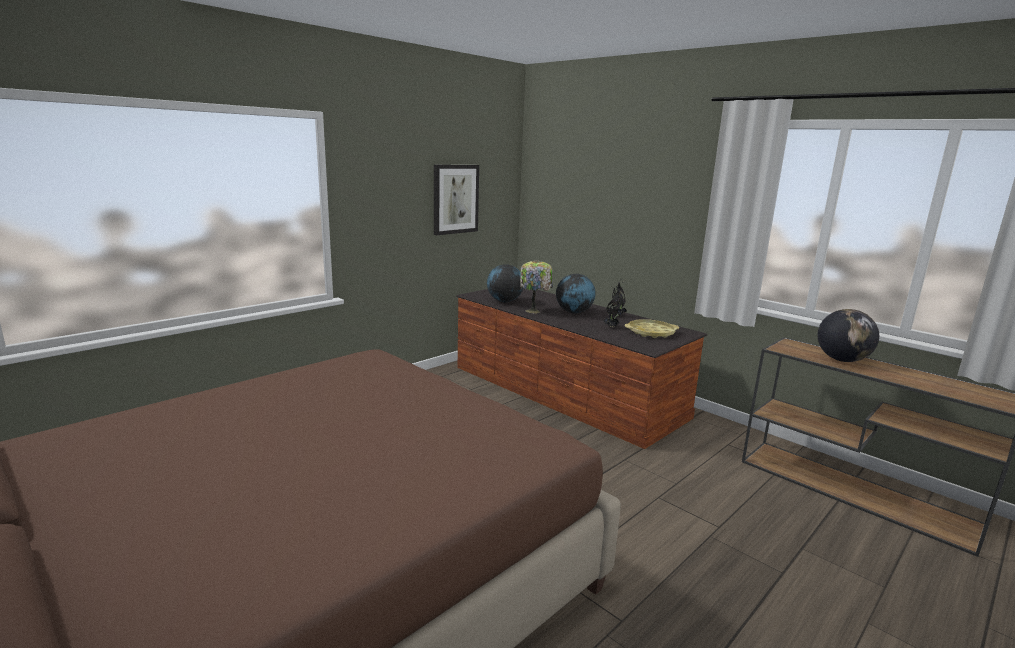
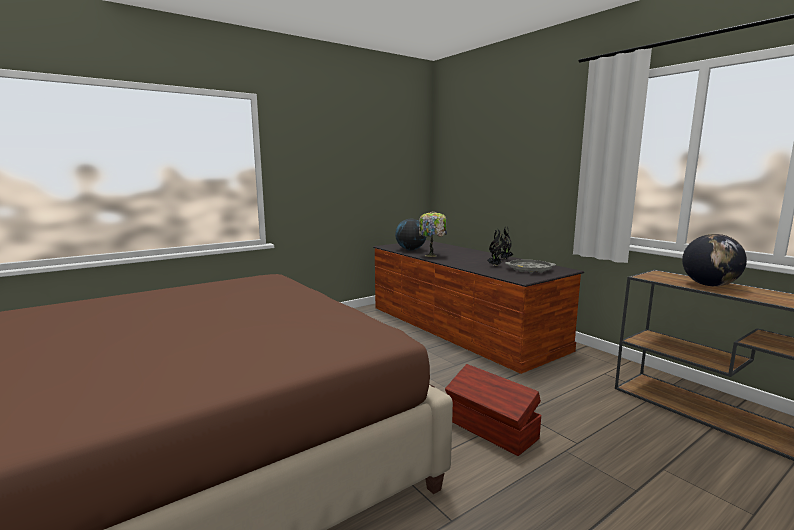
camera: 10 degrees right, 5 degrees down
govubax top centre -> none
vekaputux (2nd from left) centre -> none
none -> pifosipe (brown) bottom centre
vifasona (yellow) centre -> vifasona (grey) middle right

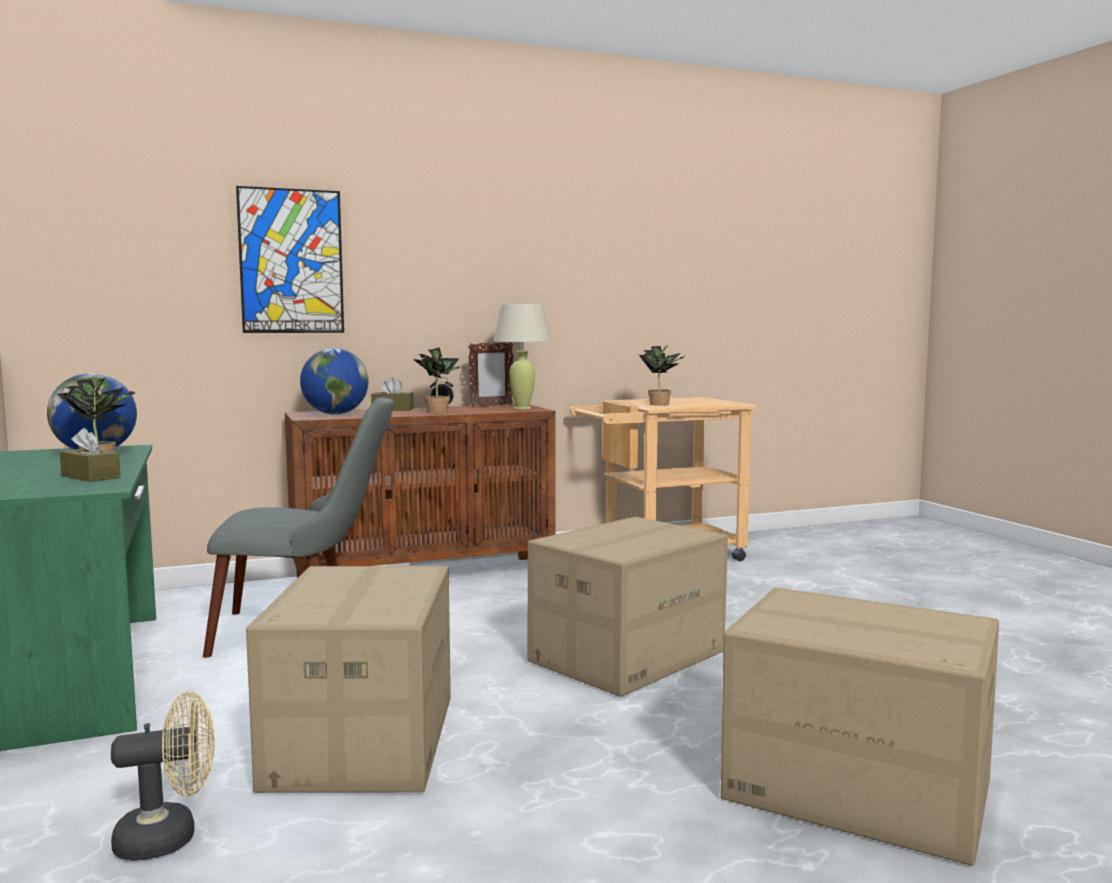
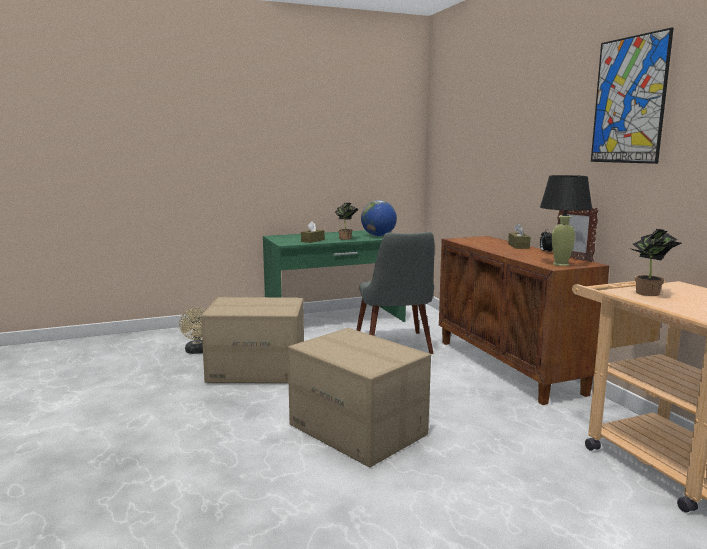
camera: 90 degrees right, 5 degrees up
vekaputux (2nd from left) middle left -> none
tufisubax (2nd from left) centre -> none
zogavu (3rd from left) bottom right -> none
govubax top left -> govubax top right, moved
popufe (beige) centre -> popufe (black) middle right

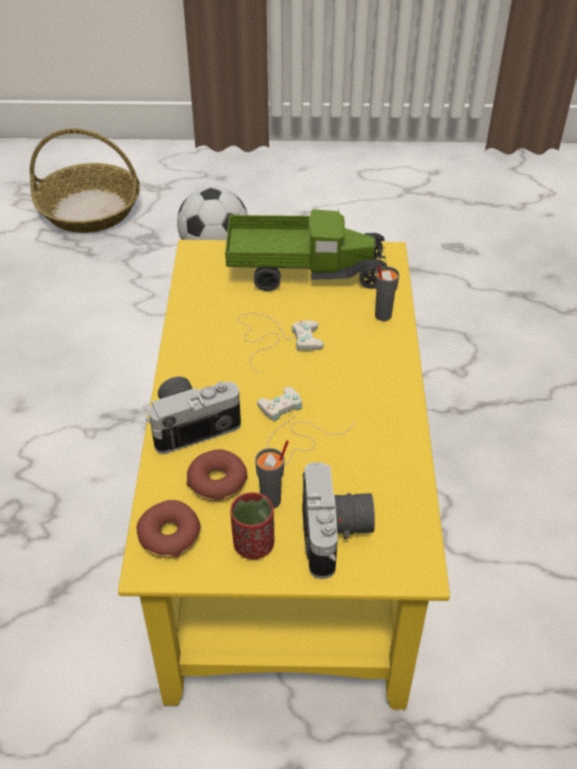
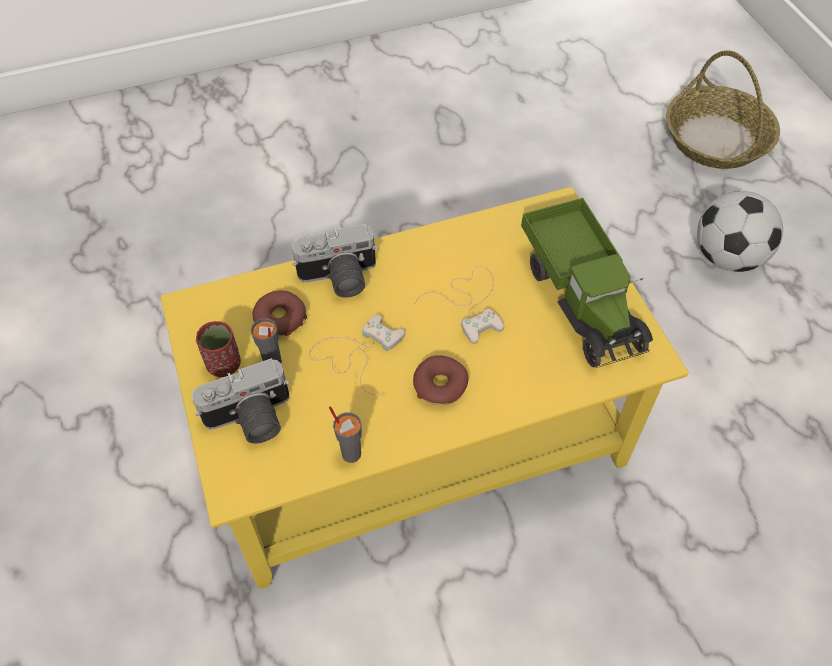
camera: 70 degrees right, 10 degrees up
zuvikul (1st from left in the first image) bottom left -> zuvikul (2nd from left) centre, moved
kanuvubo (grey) (2nd from left) middle right -> kanuvubo (grey) (2nd from left) centre, moved
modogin (1st from left in the first image) centre -> modogin (2nd from left) centre, 120 degrees clockwise

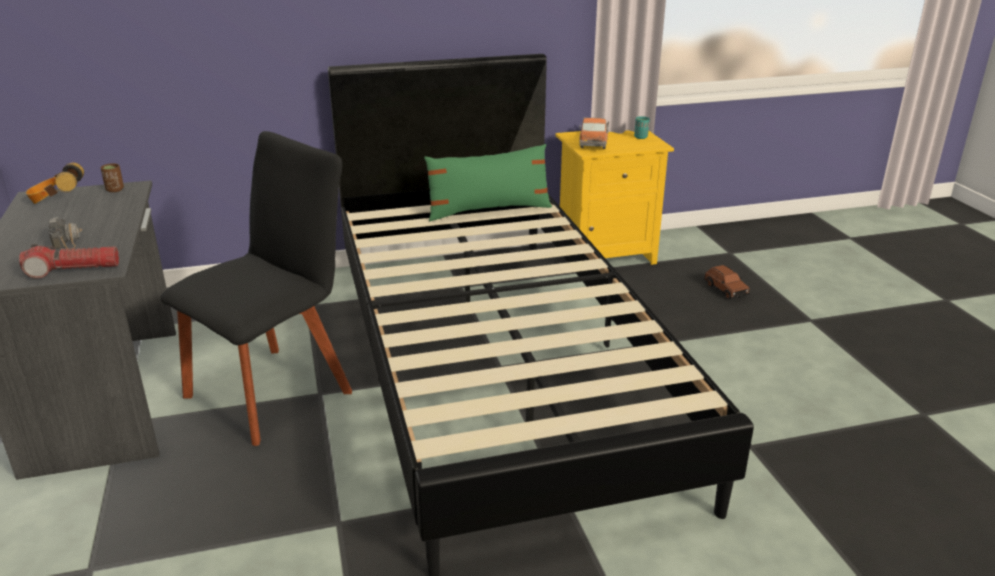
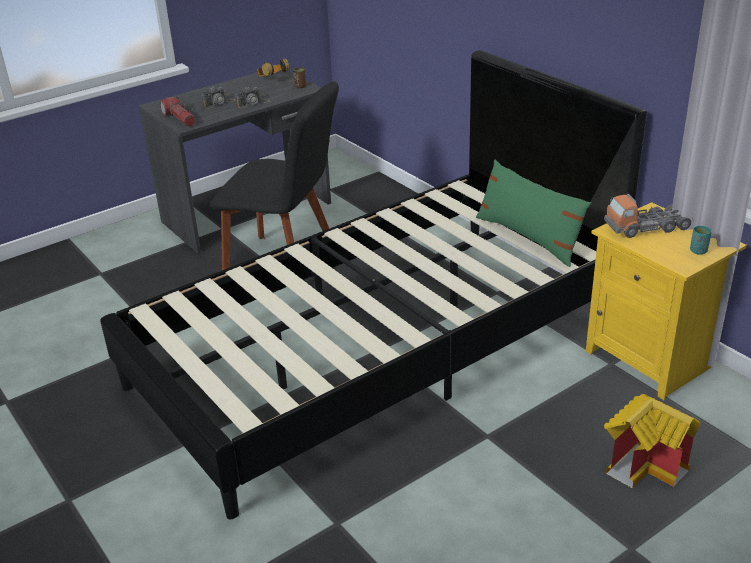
camera: 70 degrees right, 5 degrees up
none -> modogin (2nd from left) top centre
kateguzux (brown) middle right -> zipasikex bottom right

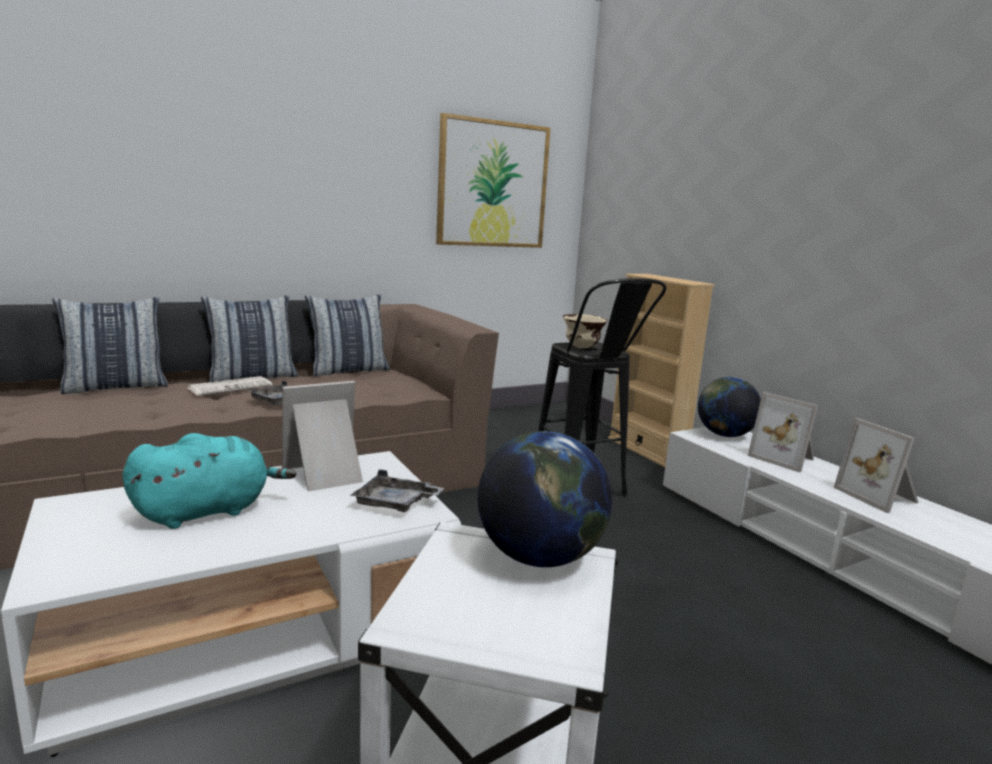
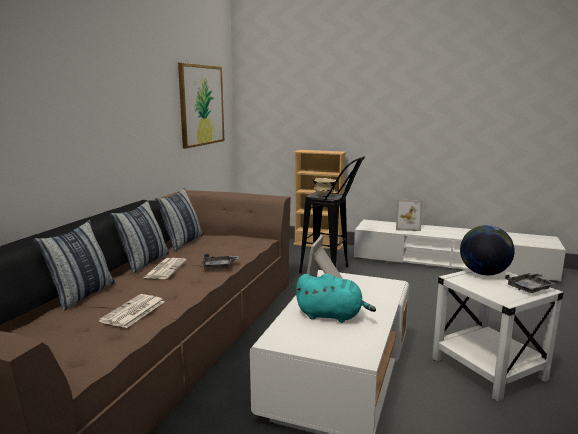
camera: 40 degrees left, 0 degrees up
vekaputux (2nd from left) middle right -> none
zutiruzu (3rd from left) middle right -> none
none -> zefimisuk (1st from left) bottom left
vifasona (grey) (2nd from left) centre -> vifasona (grey) (2nd from left) middle right, moved
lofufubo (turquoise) middle left -> lofufubo (turquoise) bottom centre, 90 degrees clockwise

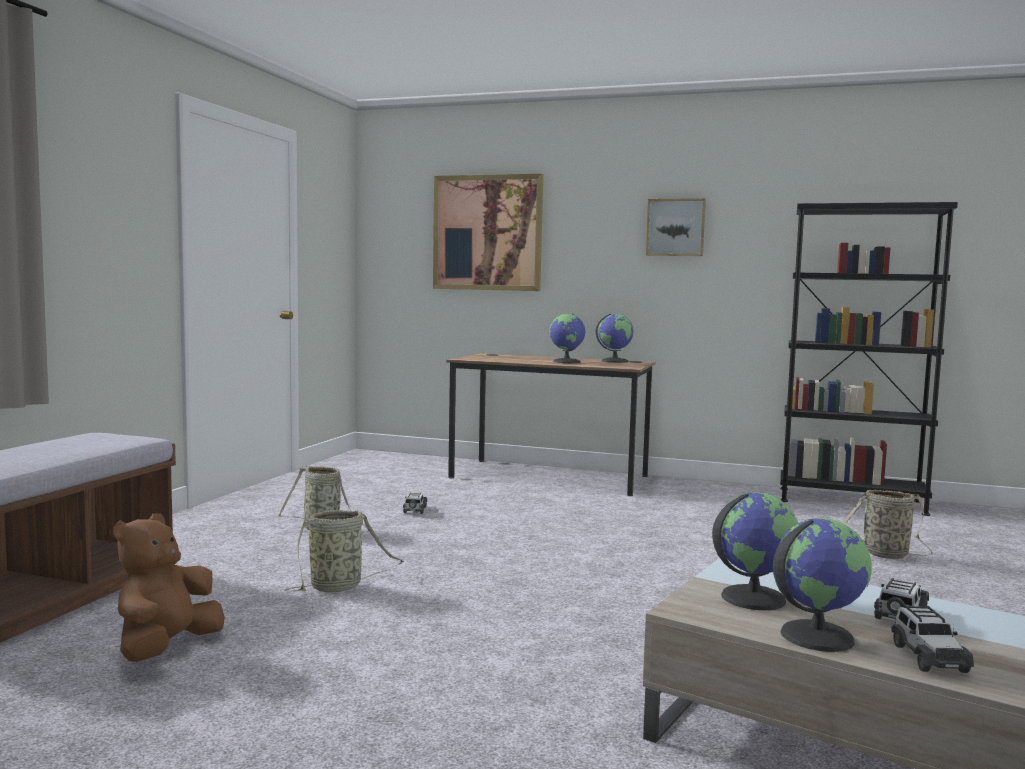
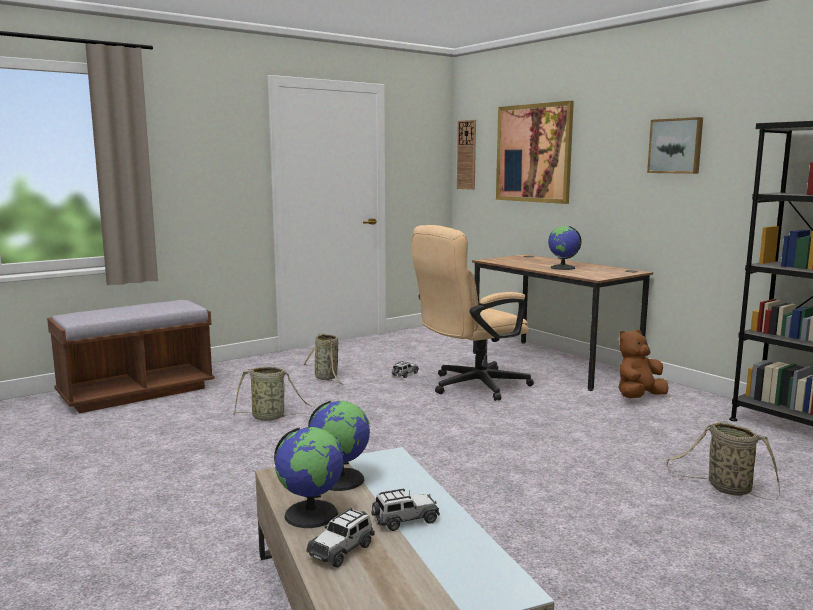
camera: 35 degrees right, 5 degrees up
vekaputux (2nd from left) centre -> none
none -> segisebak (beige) centre
none -> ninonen top centre
lofufubo (brown) bottom left -> lofufubo (brown) middle right, moved

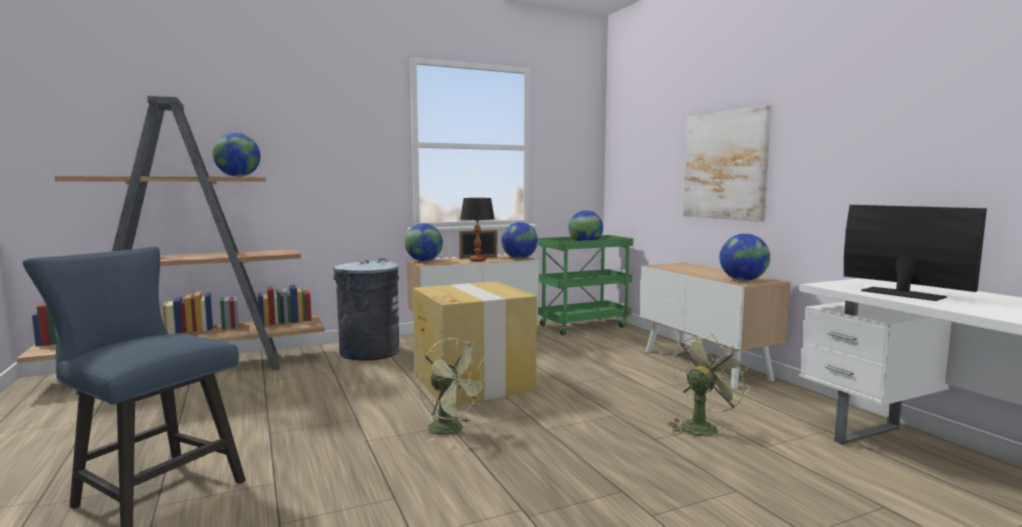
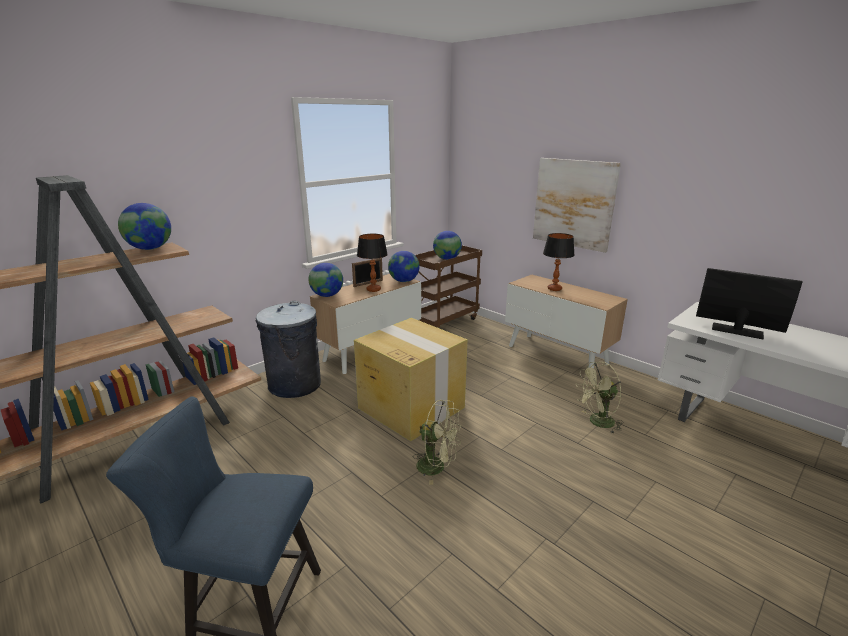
camera: 20 degrees left, 15 degrees up
vekaputux (5th from left) middle right -> none
none -> popufe (2nd from left) centre
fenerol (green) centre -> fenerol (brown) centre
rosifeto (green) (2nd from left) bottom right -> rosifeto (green) (2nd from left) middle right, 135 degrees counterclockwise

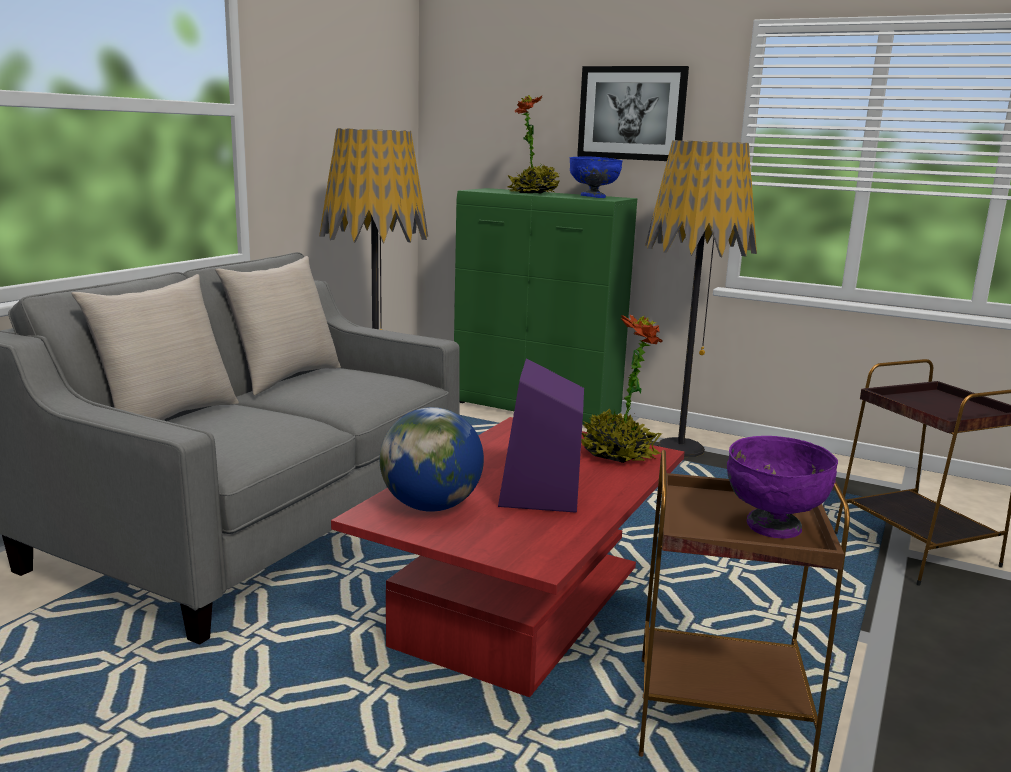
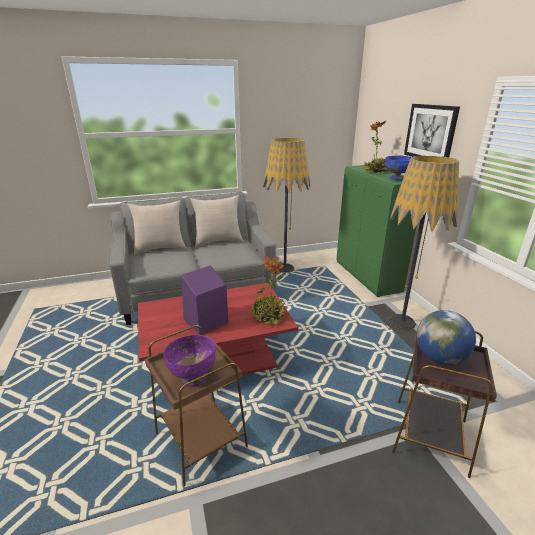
camera: 45 degrees right, 10 degrees up
vekaputux centre -> vekaputux middle right, moved

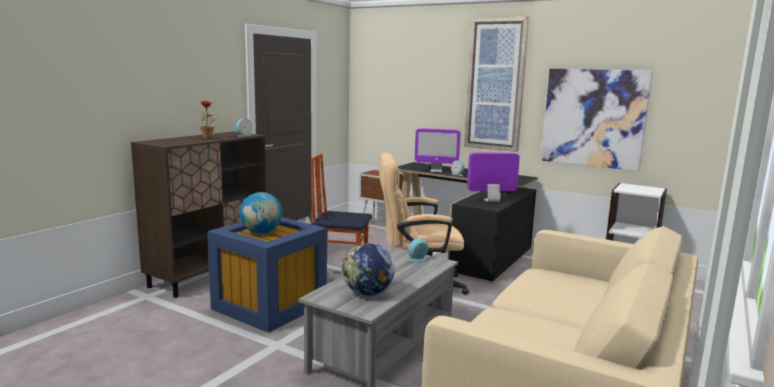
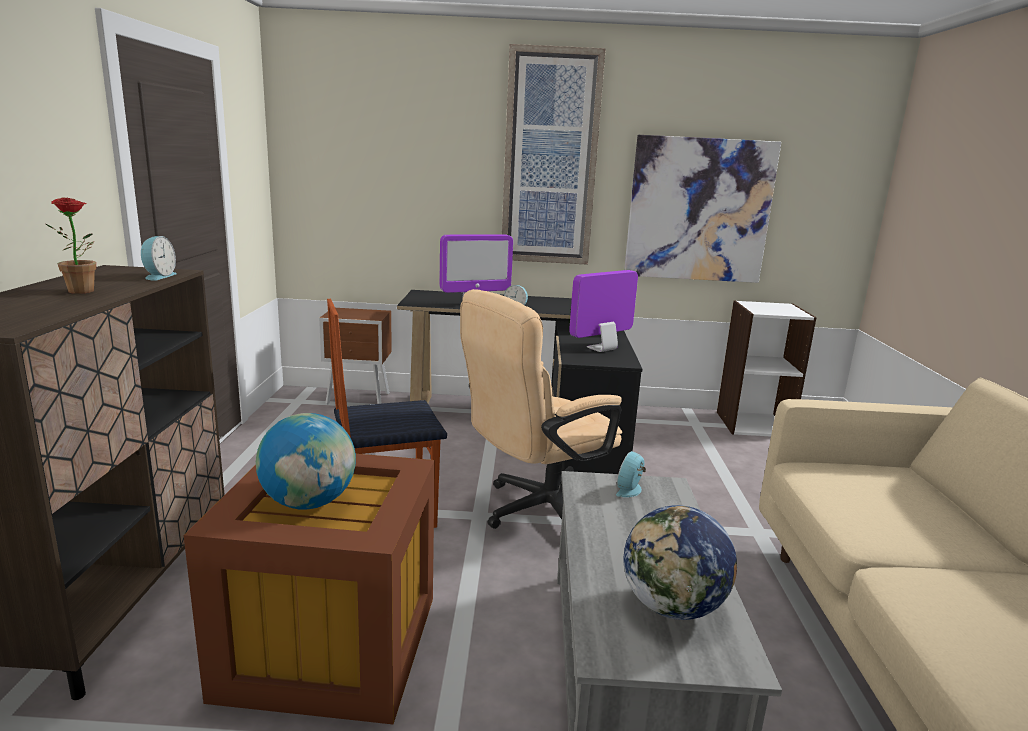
camera: 30 degrees left, 5 degrees up
pifosipe (blue) bottom centre -> pifosipe (brown) bottom left

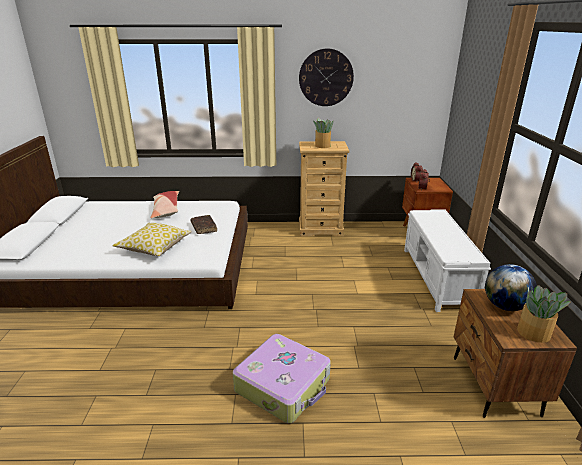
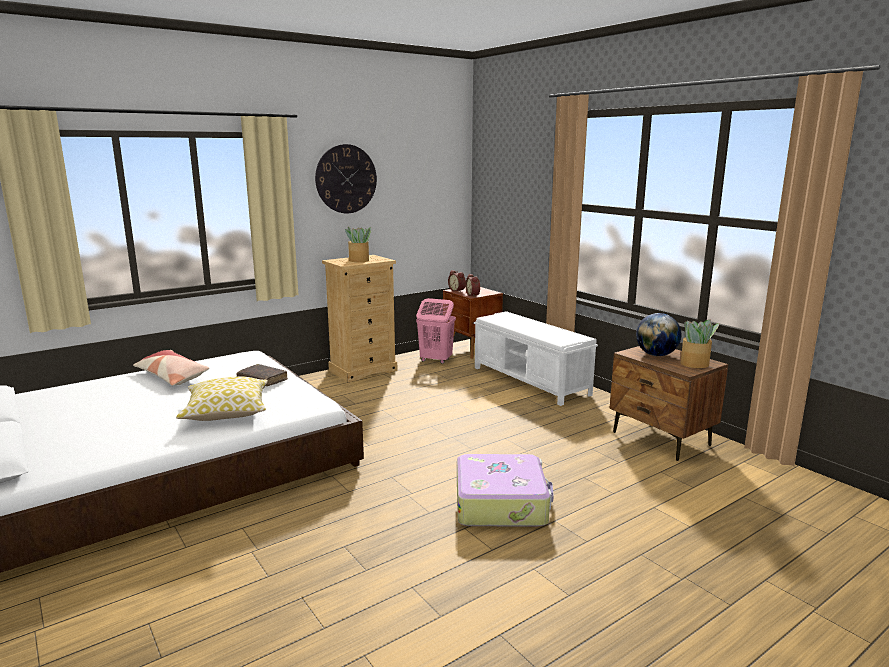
camera: 35 degrees left, 10 degrees down
none -> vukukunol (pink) centre

